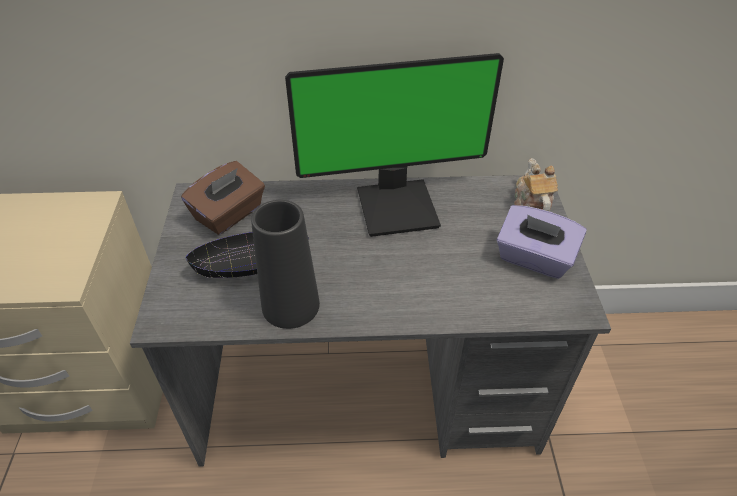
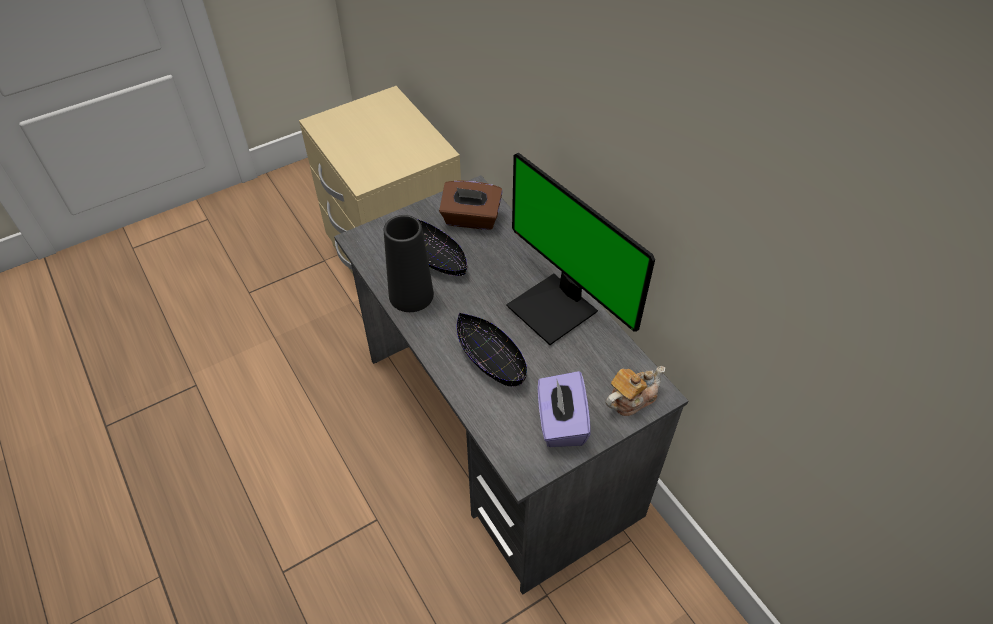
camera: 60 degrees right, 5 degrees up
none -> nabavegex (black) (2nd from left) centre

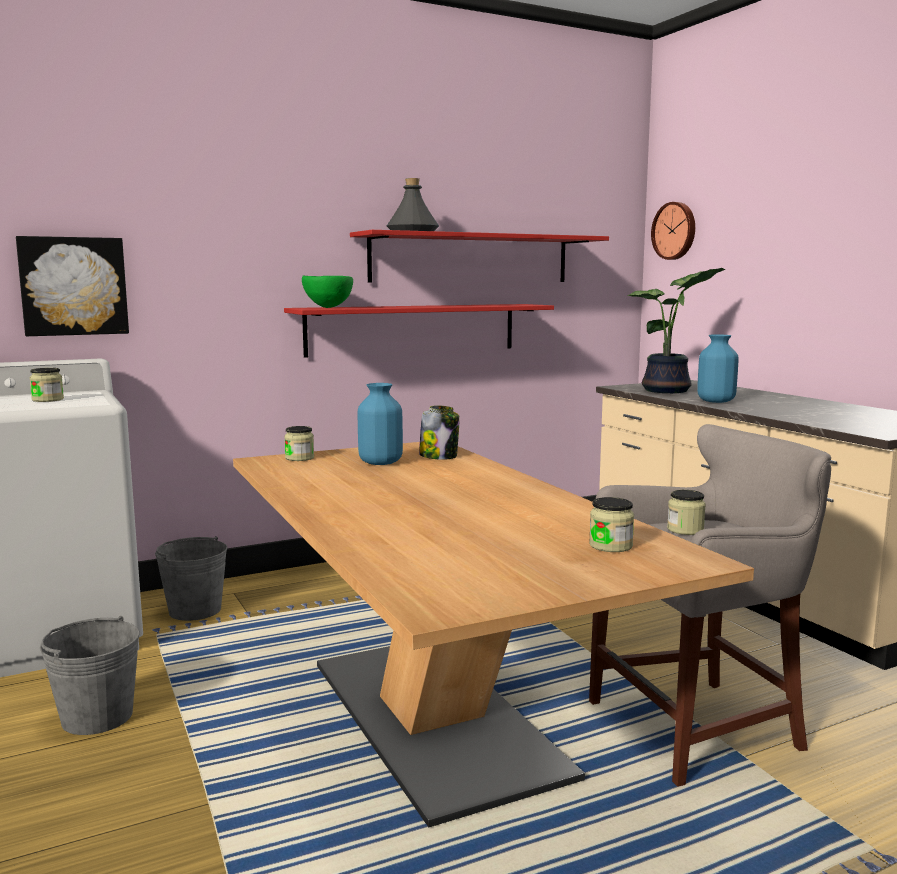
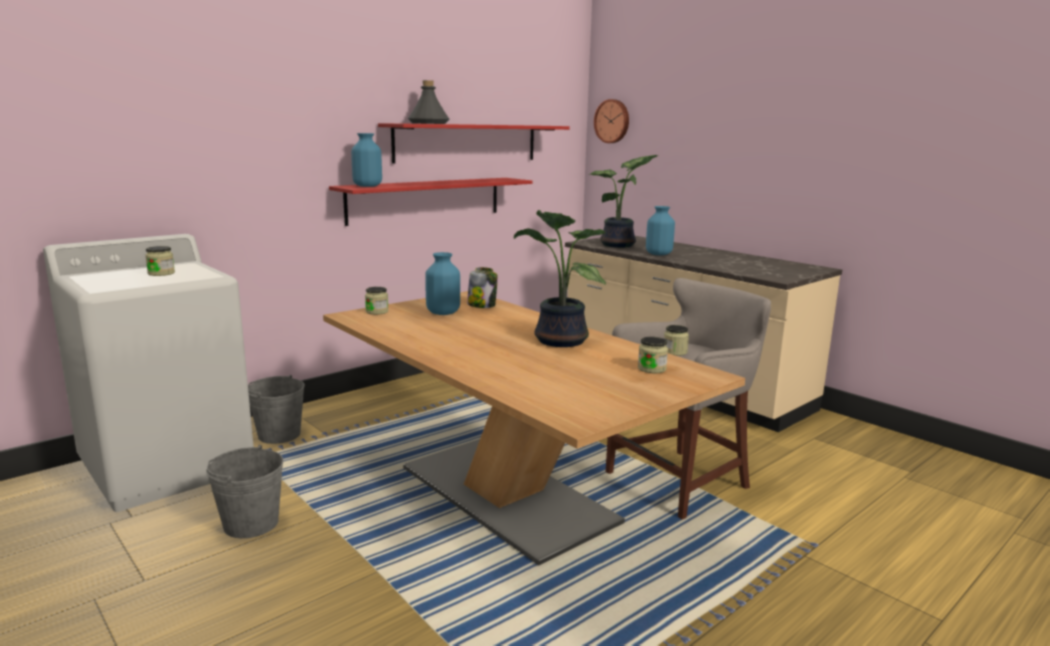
camera: 15 degrees left, 5 degrees up
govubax top left -> none
none -> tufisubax (1st from left) centre
nabavegex (green) centre -> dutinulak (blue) (1st from left) top centre

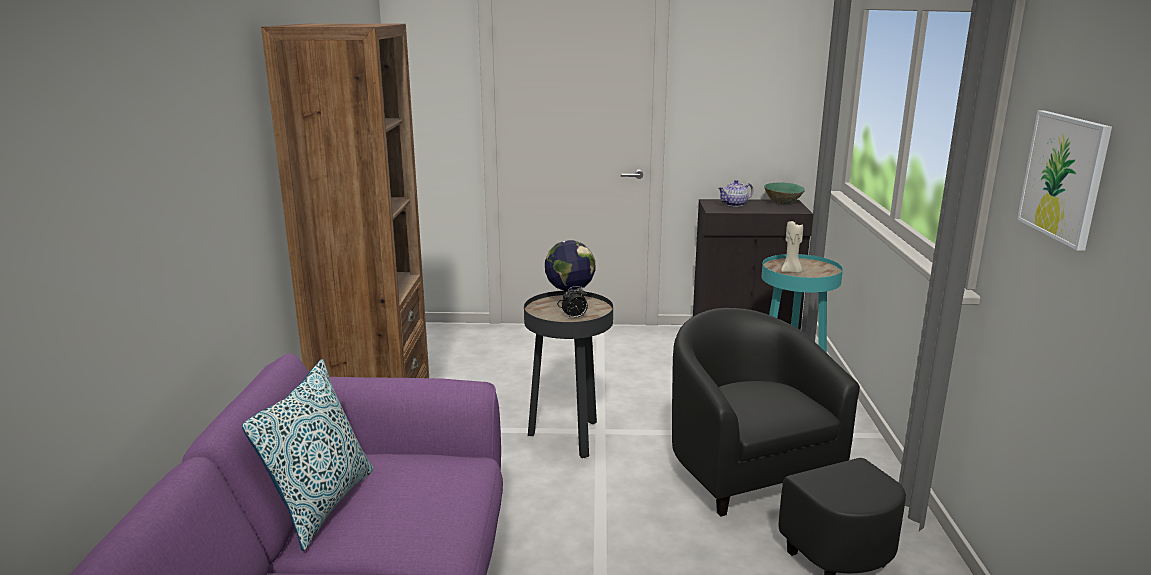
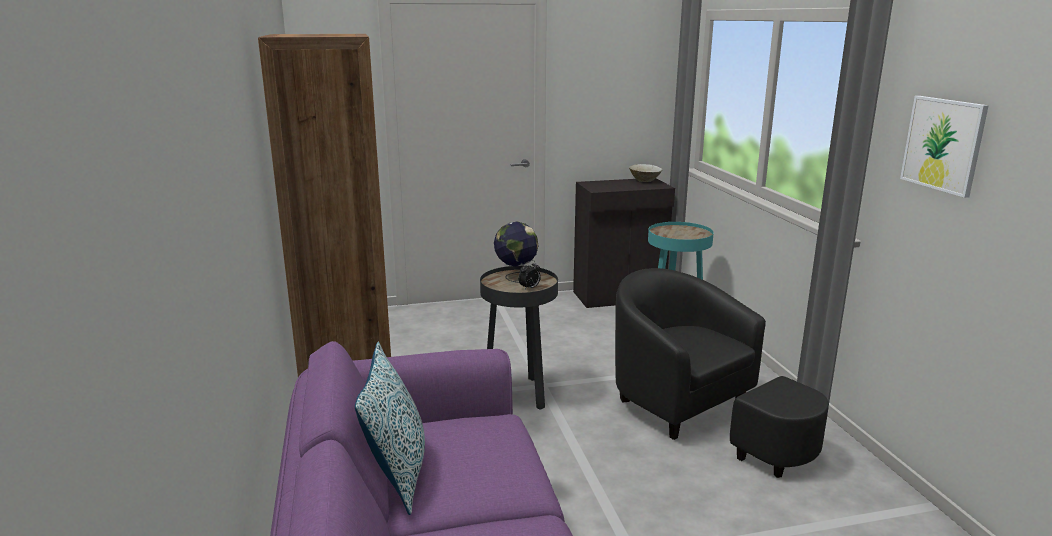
camera: 15 degrees left, 0 degrees up
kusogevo centre -> none
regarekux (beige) middle right -> none
nabavegex (green) middle right -> nabavegex (beige) top centre

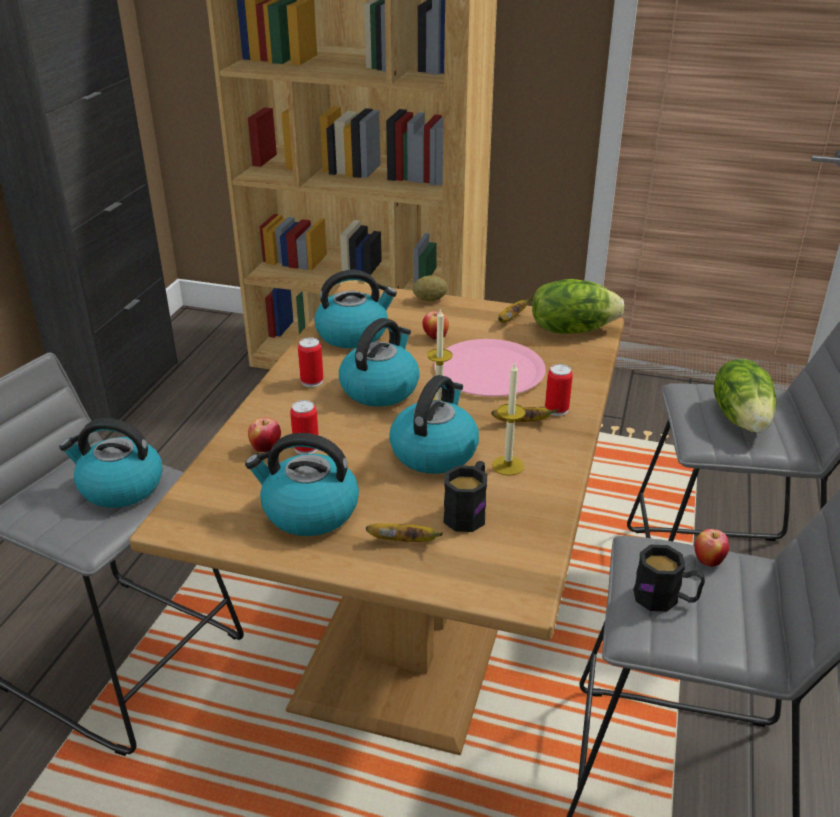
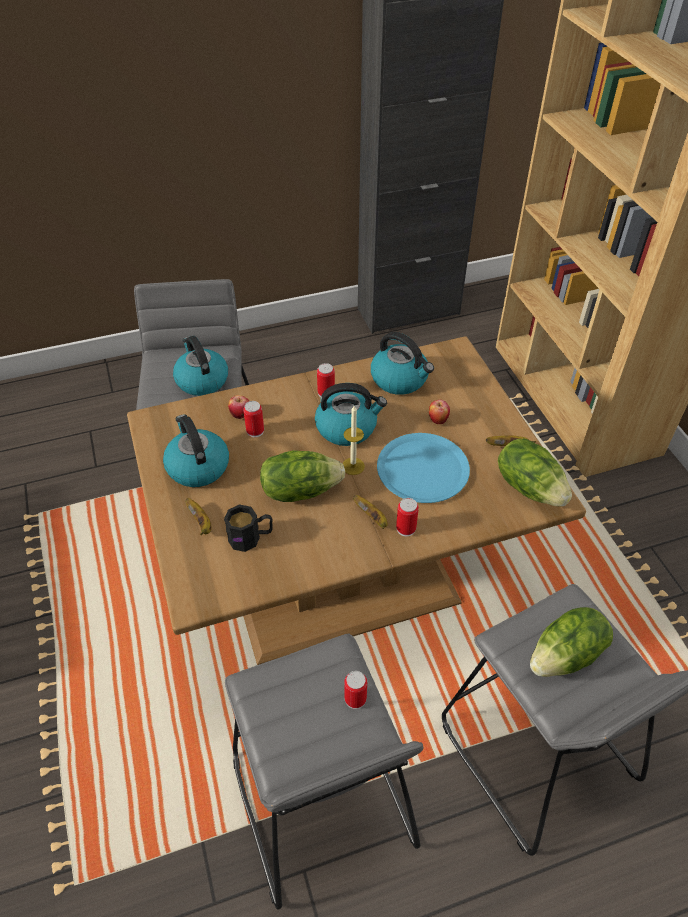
camera: 55 degrees right, 15 degrees up
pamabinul centre -> none
regarekux (2nd from left) centre -> none
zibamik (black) (2nd from left) bottom right -> none
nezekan (5th from left) centre -> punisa (1st from left) centre
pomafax (3rd from left) bottom right -> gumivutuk (3rd from left) bottom centre
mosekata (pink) centre -> mosekata (blue) centre

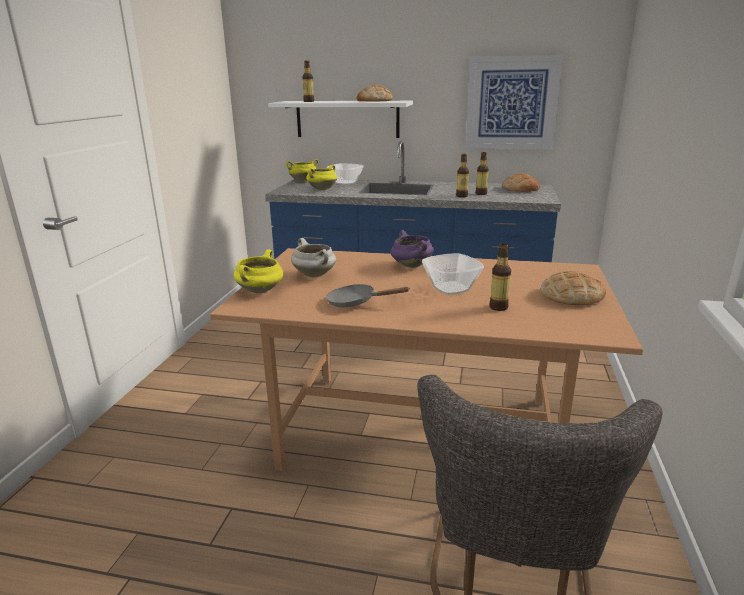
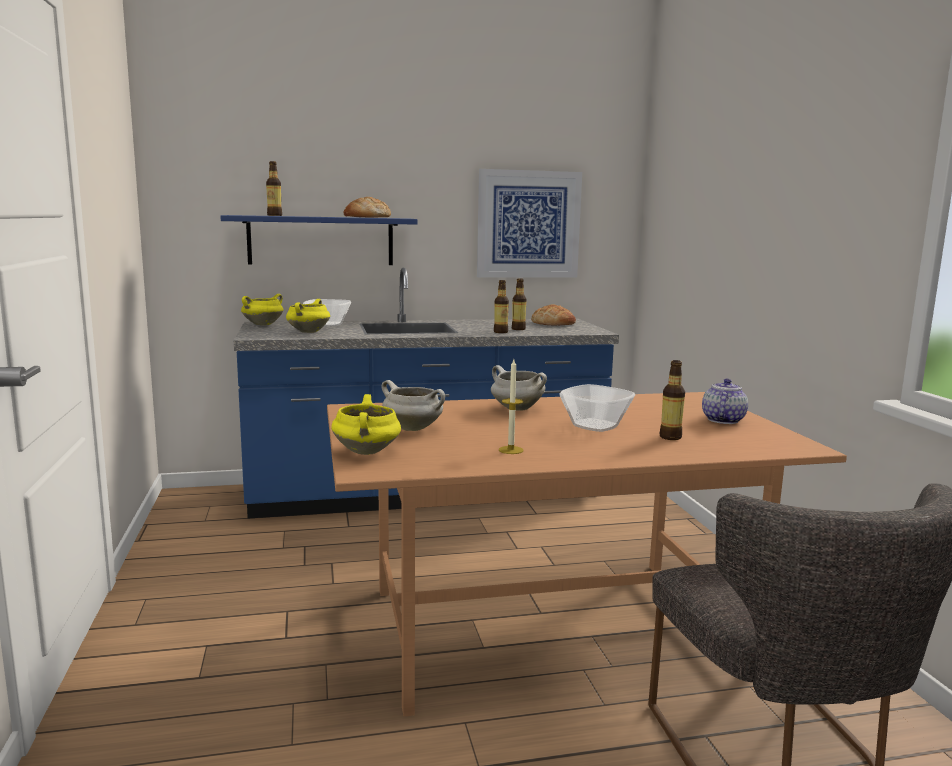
camera: 25 degrees left, 10 degrees down
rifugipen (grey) centre -> regarekux centre
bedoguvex (3rd from left) middle right -> kusogevo middle right
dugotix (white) top centre -> dugotix (blue) top centre
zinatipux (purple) centre -> zinatipux (white) (2nd from left) centre

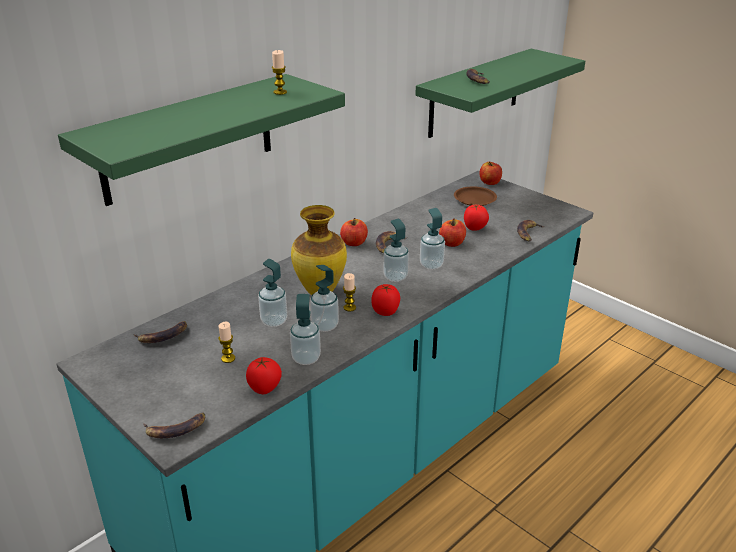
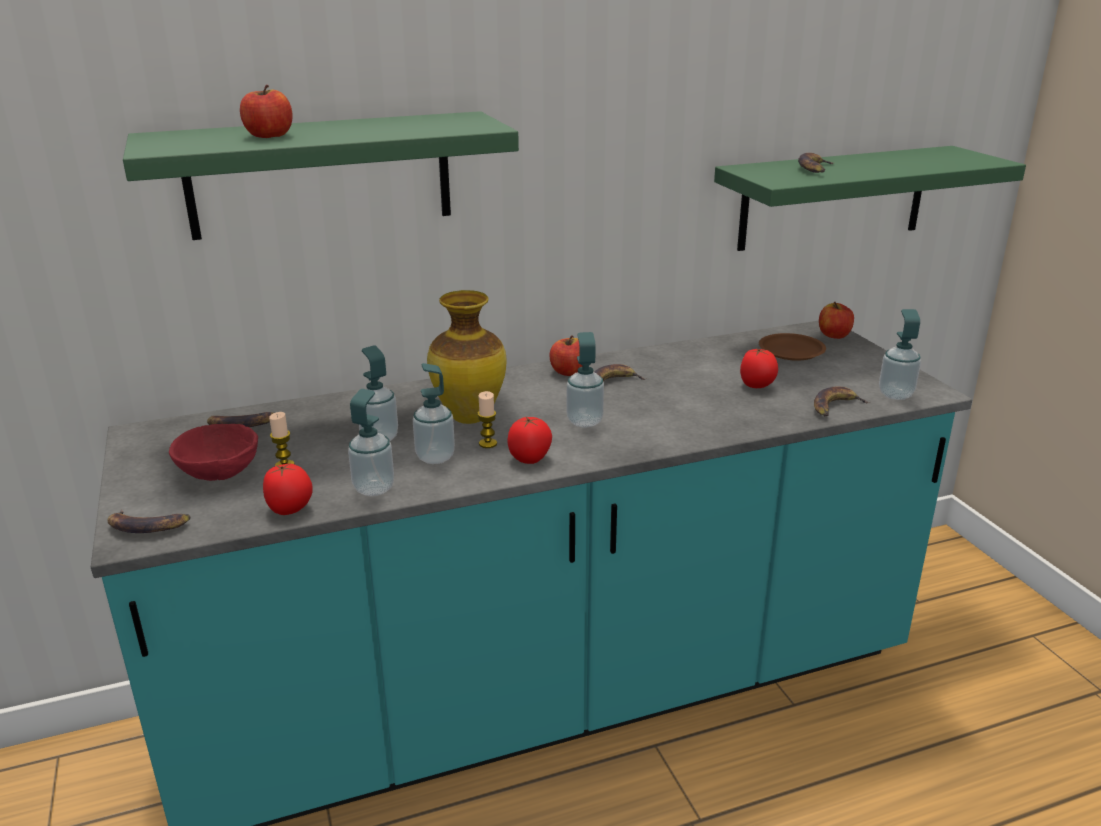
camera: 25 degrees right, 5 degrees down
regarekux (2nd from left) top centre -> none
none -> nabavegex (red) middle left
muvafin (5th from left) centre -> muvafin (5th from left) middle right, moved
pomafax (2nd from left in the first image) centre -> pomafax (1st from left) top left, moved

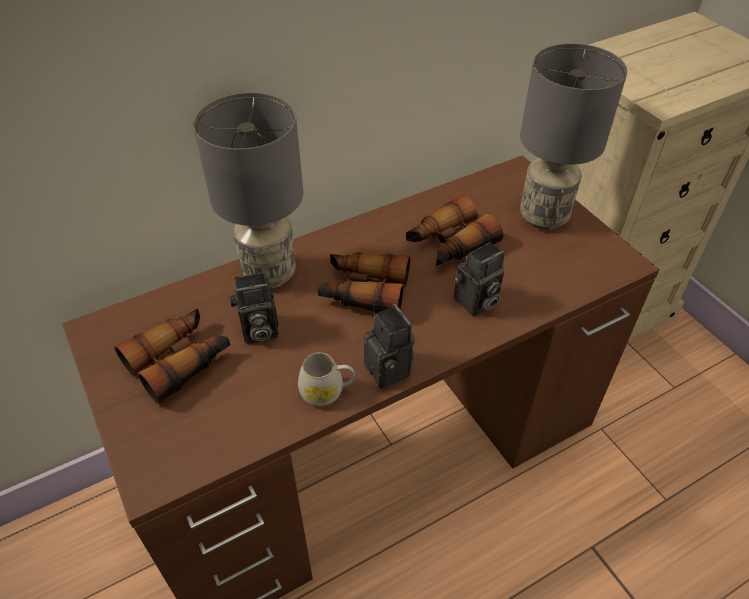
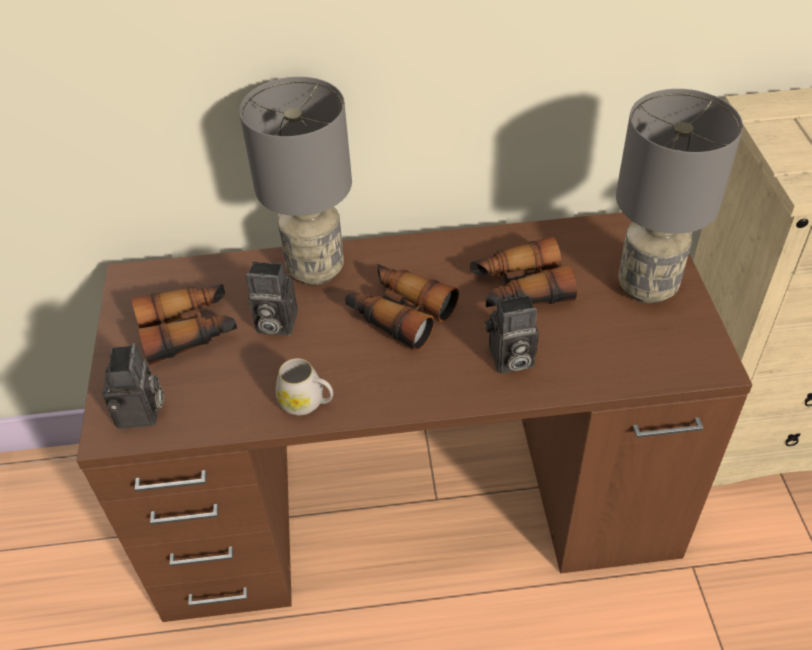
camera: 25 degrees right, 0 degrees up
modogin (2nd from left in the first image) centre -> modogin (1st from left) middle left, moved

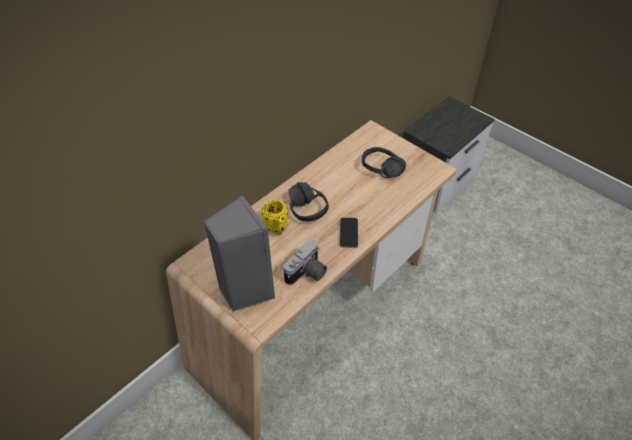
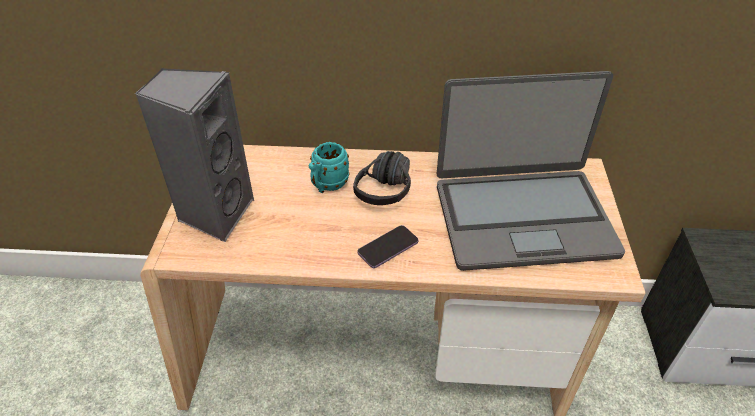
camera: 50 degrees right, 5 degrees down
modogin centre -> none
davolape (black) (2nd from left) centre -> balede middle right
zibamik (yellow) centre -> zibamik (turquoise) centre

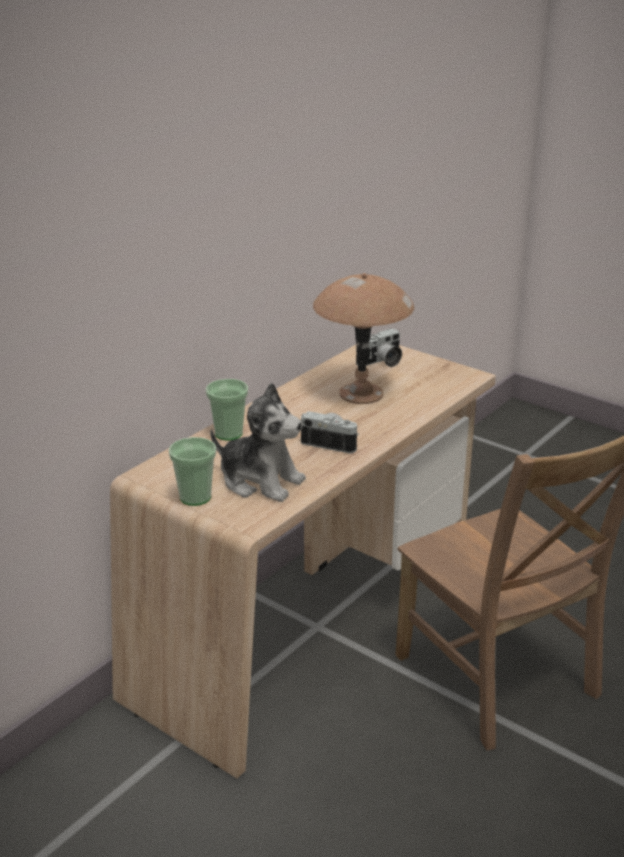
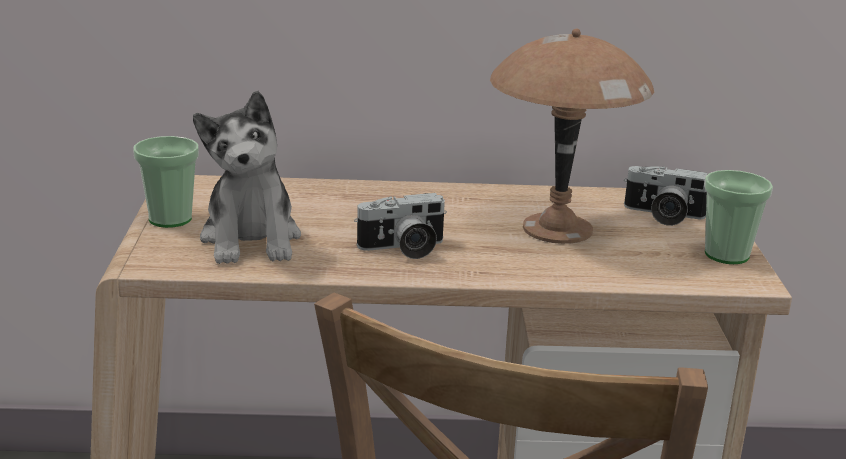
camera: 50 degrees right, 5 degrees down
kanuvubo (2nd from left) centre -> kanuvubo (2nd from left) middle right, moved
modogin (1st from left) centre, 90 degrees clockwise

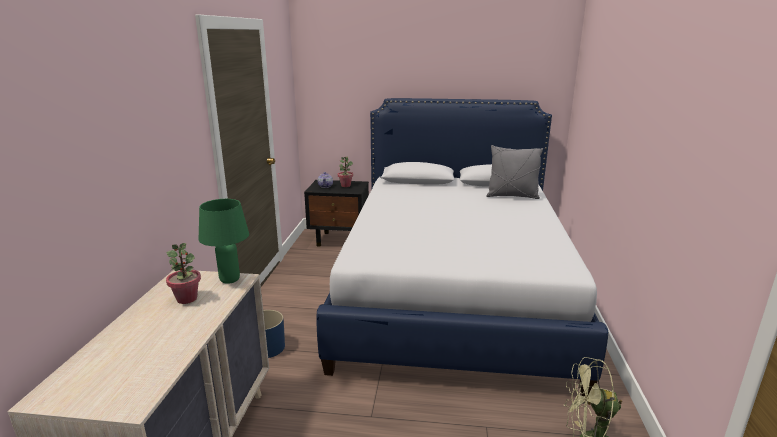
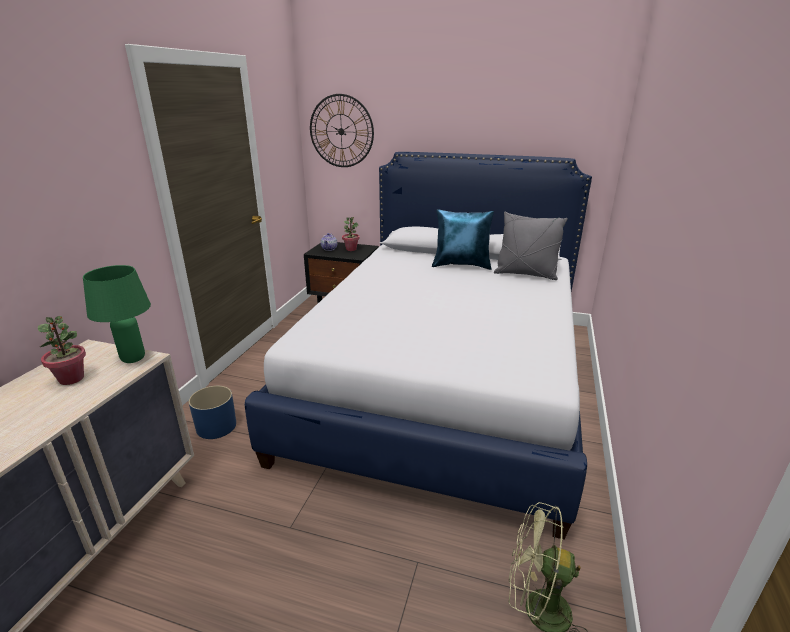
camera: 10 degrees right, 5 degrees up
none -> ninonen top centre
none -> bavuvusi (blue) centre

